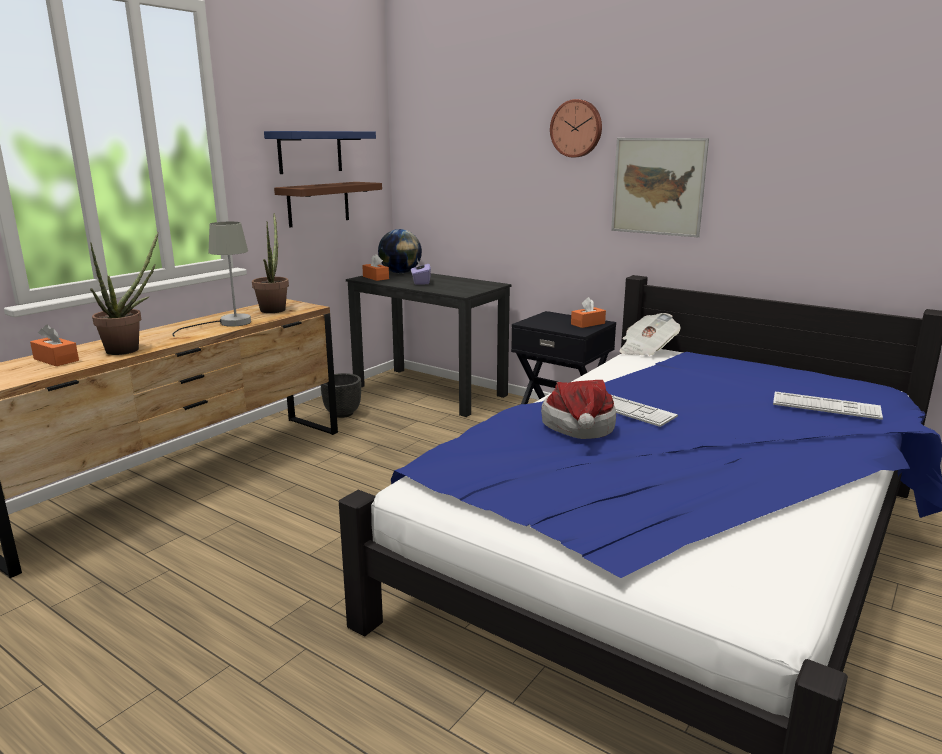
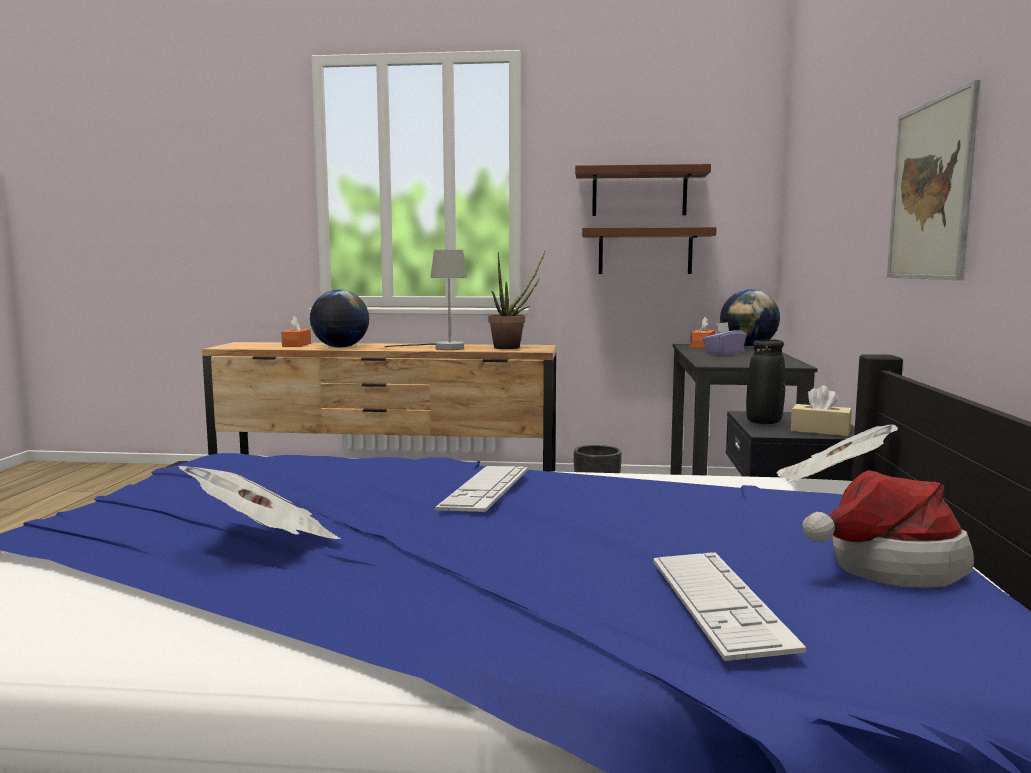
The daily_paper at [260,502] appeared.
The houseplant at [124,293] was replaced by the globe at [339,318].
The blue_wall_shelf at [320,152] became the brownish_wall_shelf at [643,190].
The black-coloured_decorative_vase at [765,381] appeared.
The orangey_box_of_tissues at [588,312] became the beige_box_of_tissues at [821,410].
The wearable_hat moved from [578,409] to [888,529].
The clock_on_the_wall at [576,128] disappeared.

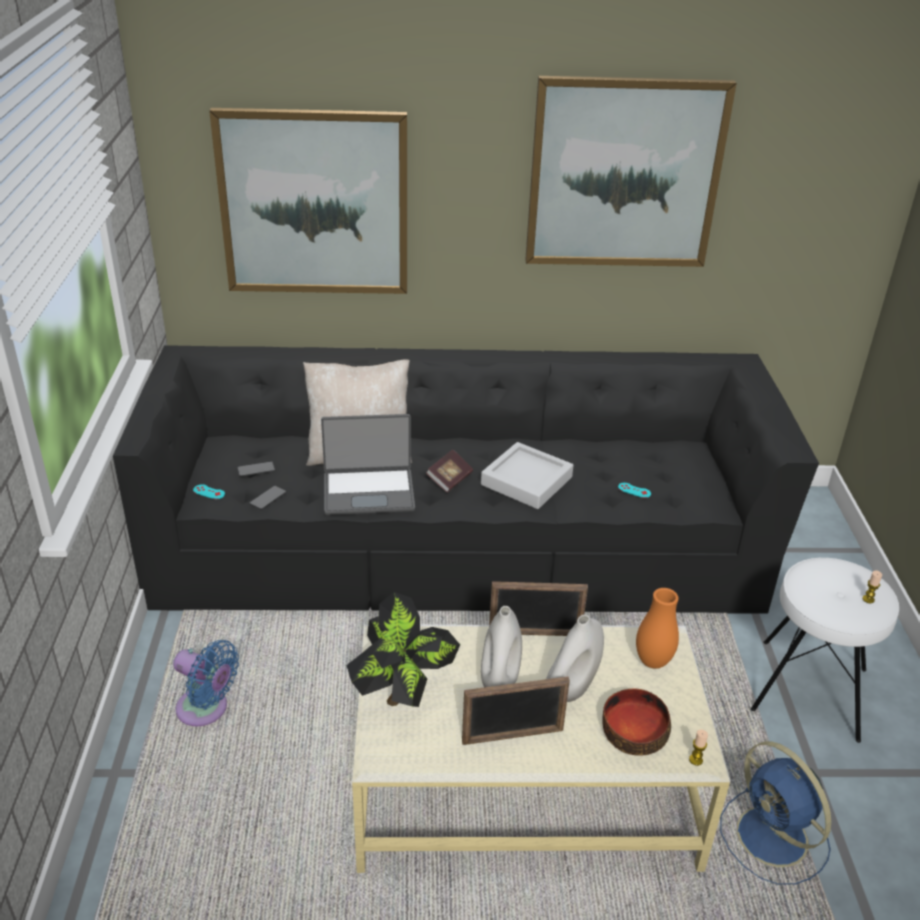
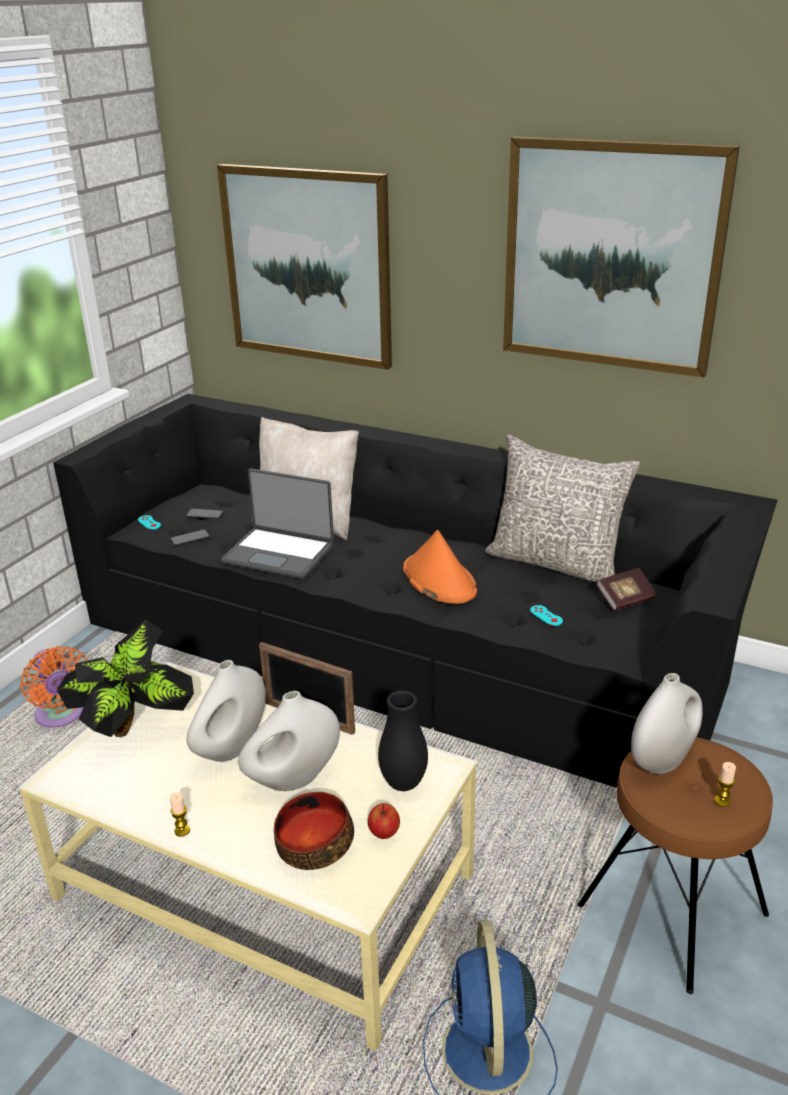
The blue_fan at [206,683] became the orangey_fan at [54,687].
The wax_candle moved from [698,747] to [180,815].
The apple at [384,821] appeared.
The orangey_decorative_vase at [657,628] became the black-coloured_decorative_vase at [403,741].
The greyish_carrying_tray at [527,475] was replaced by the orangey_wearable_hat at [440,567].
The greyish_pillow at [562,508] appeared.
The white-coloured_sitting_stool at [825,650] became the brownish_sitting_stool at [675,865].
The book moved from [449,471] to [626,589].
The white-coloured_decorative_vase at [667,723] appeared.
The picture_frame at [516,710] disappeared.

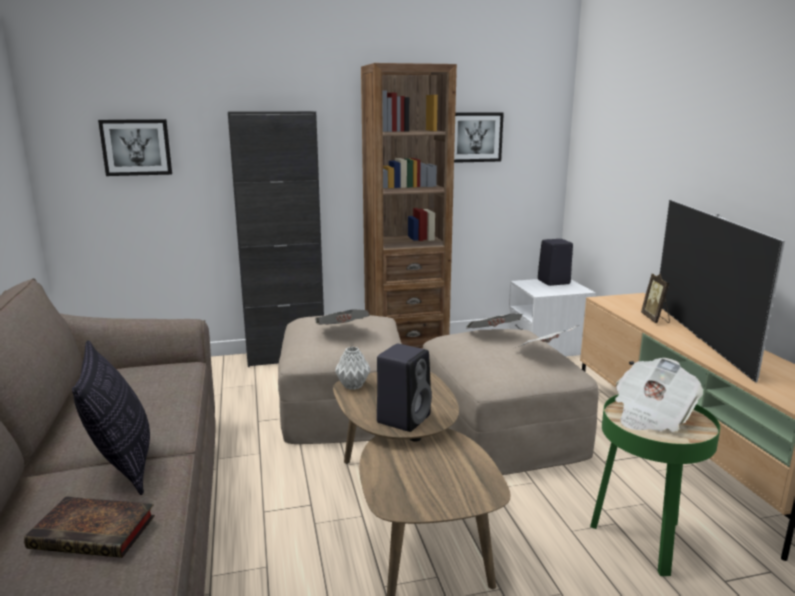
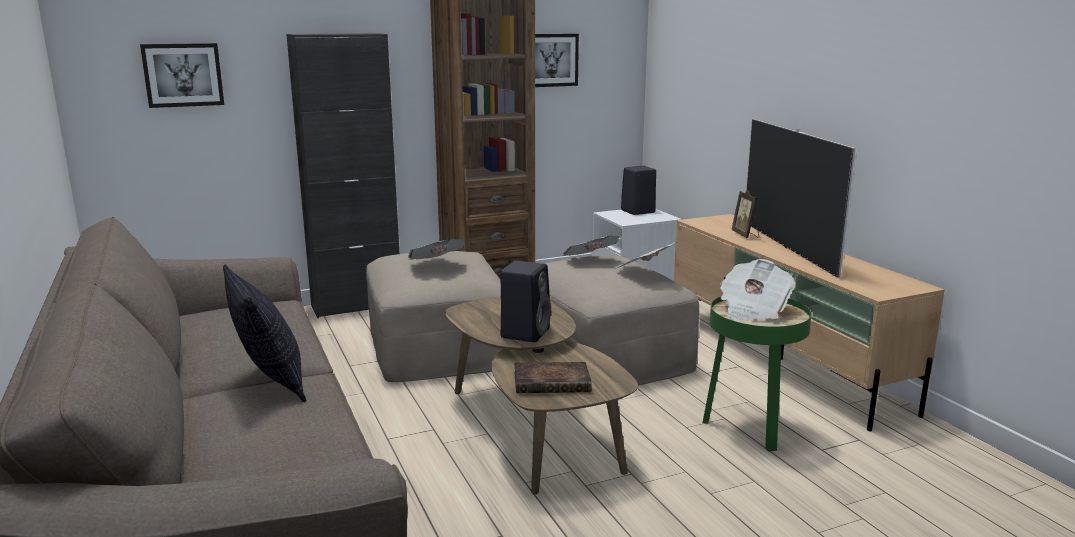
The book moved from [89,527] to [553,377].
The greyish_decorative_vase at [353,368] disappeared.

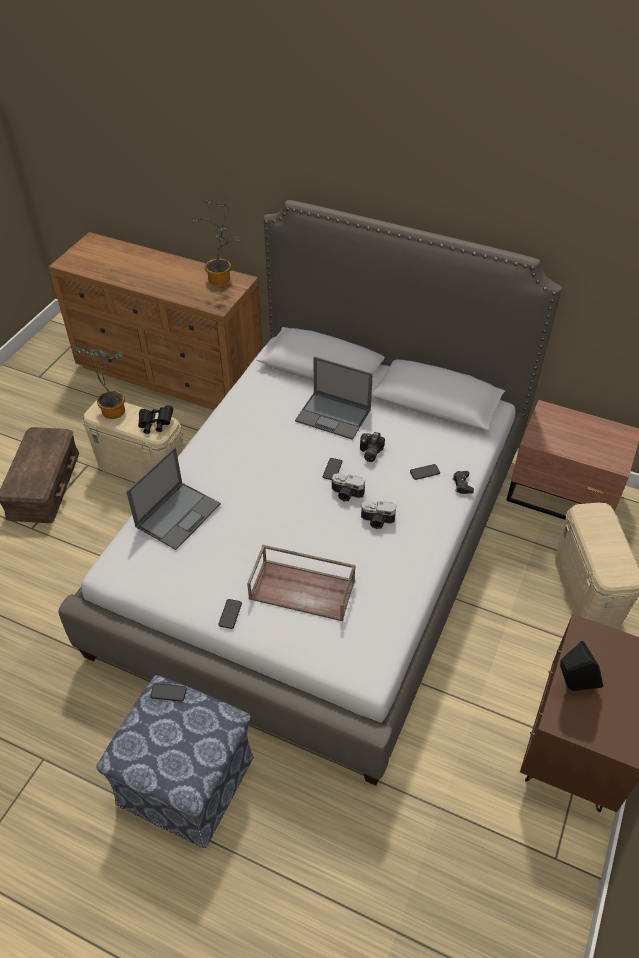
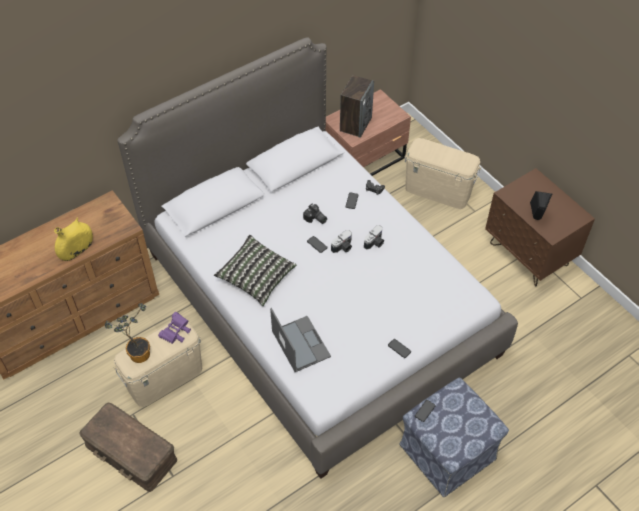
The yellowish_decorative_vase at [73,239] appeared.
The black-coloured_field_glasses at [155,419] became the purple-coloured_field_glasses at [174,328].
The pillow at [255,270] appeared.
The audio_speaker at [357,106] appeared.
The houseplant at [216,242] disappeared.
The brownish_carrying_tray at [301,583] disappeared.
The notebook_computer at [334,398] disappeared.

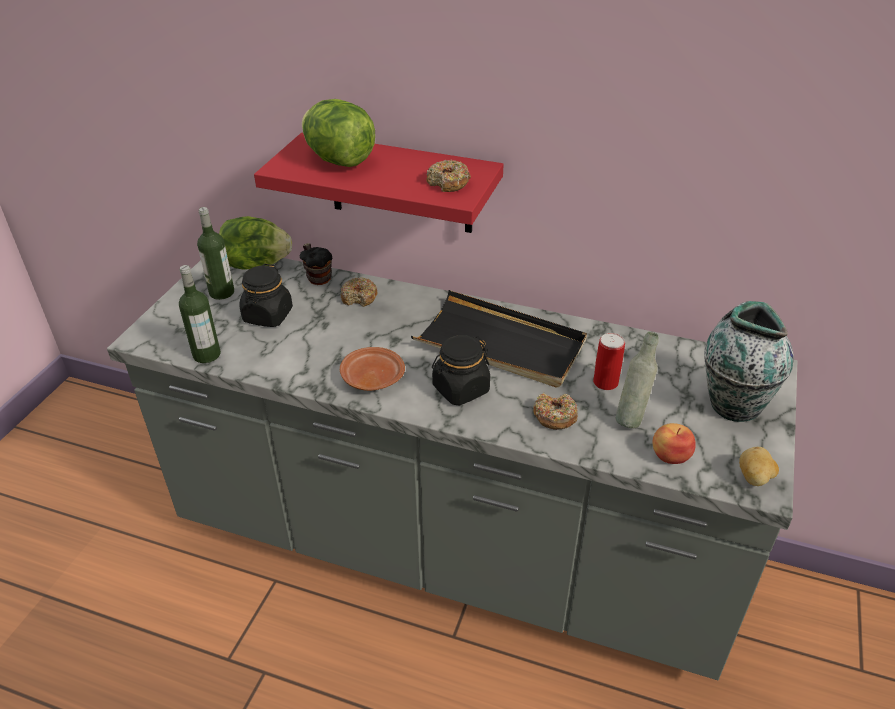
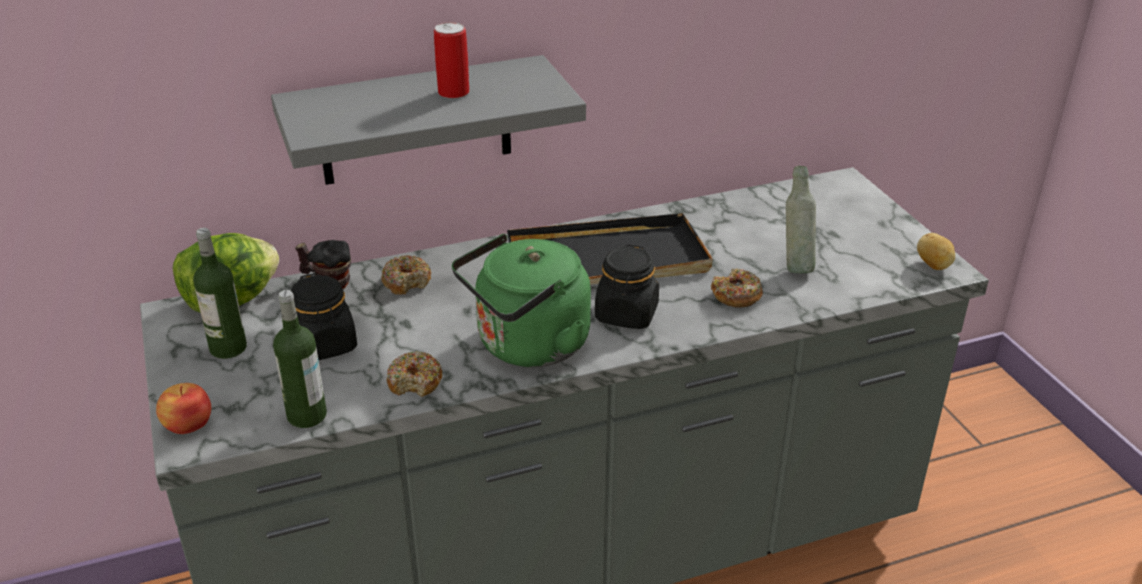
The apple moved from [674,443] to [183,408].
The reddish_wall_shelf at [379,183] became the greyish_wall_shelf at [428,120].
The doughnut moved from [448,176] to [414,374].
The sealed_can moved from [609,361] to [451,60].
The brownish_plate at [372,369] was replaced by the green-coloured_water_kettle at [521,300].
The lettuce at [338,133] disappeared.
The decorative_vase at [749,361] disappeared.

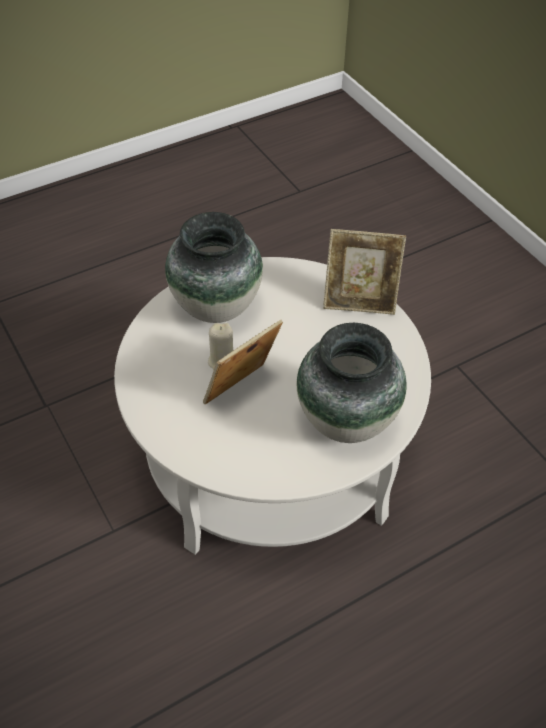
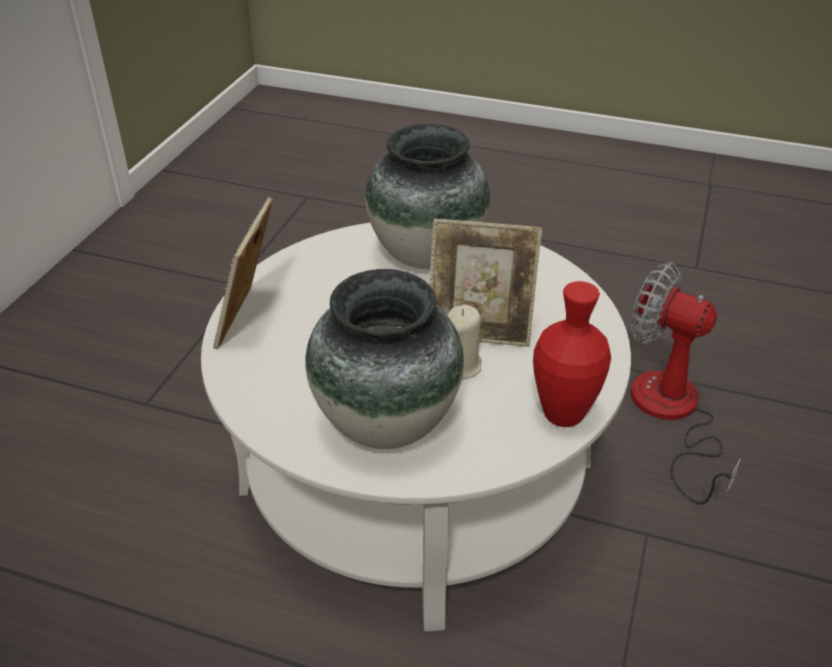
The picture_frame at [364,272] turned 135 degrees counterclockwise.
The reddish_decorative_vase at [572,354] appeared.
The fan at [686,383] appeared.

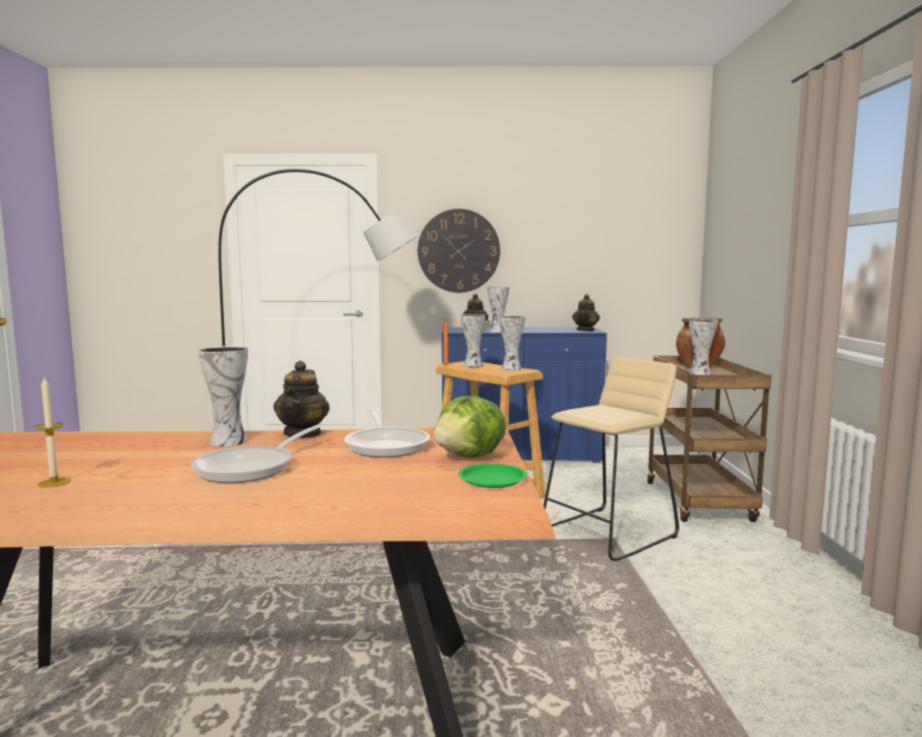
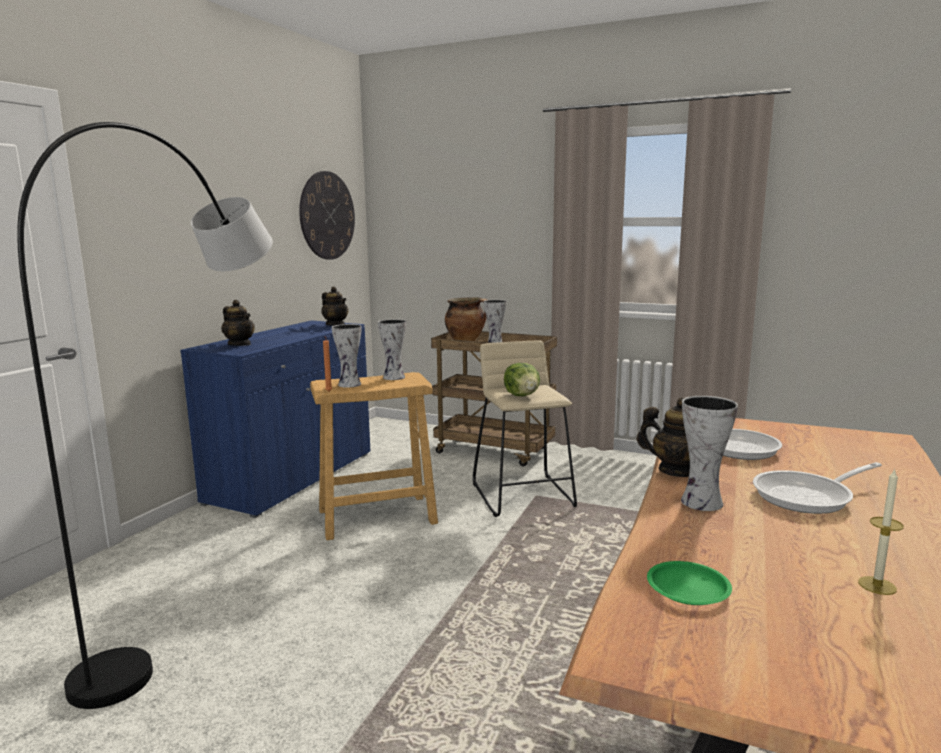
The clock_on_the_wall moved from [459,251] to [327,215].
The lettuce moved from [470,427] to [522,379].
The green-coloured_plate moved from [492,476] to [689,583].
The skillet at [255,454] turned 105 degrees clockwise.
The decorative_vase at [498,310] disappeared.

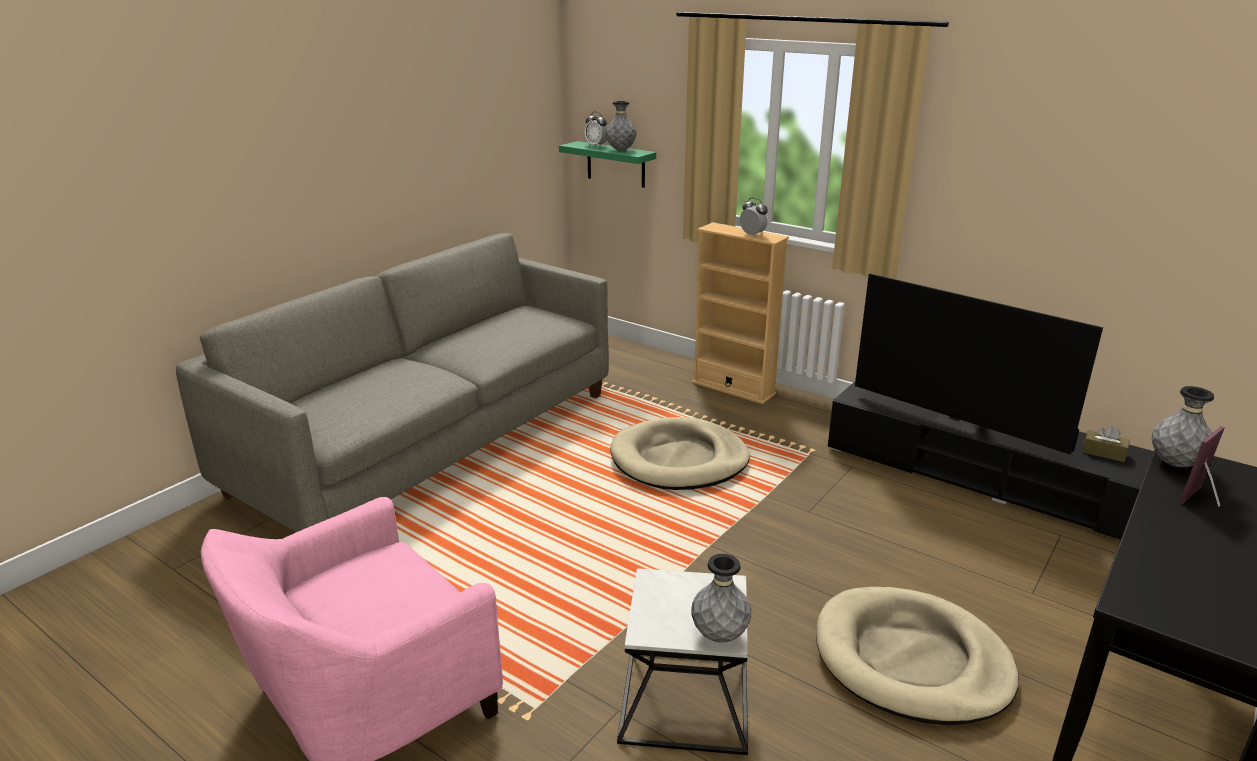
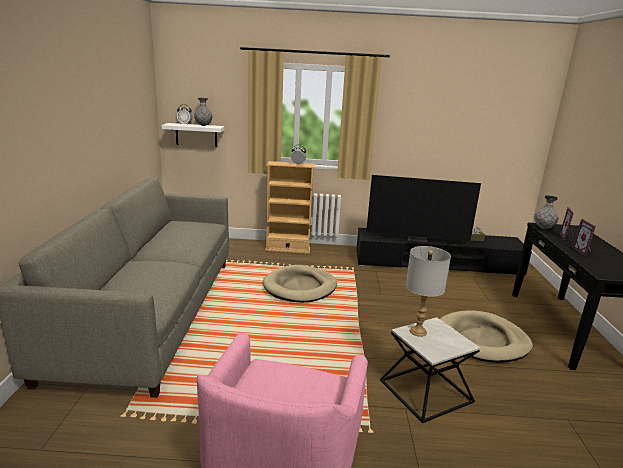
The green-coloured_wall_shelf at [607,164] became the white-coloured_wall_shelf at [193,135].
The greyish_table_lamp at [428,291] appeared.
The picture_frame at [584,237] appeared.
The greyish_decorative_vase at [721,598] disappeared.

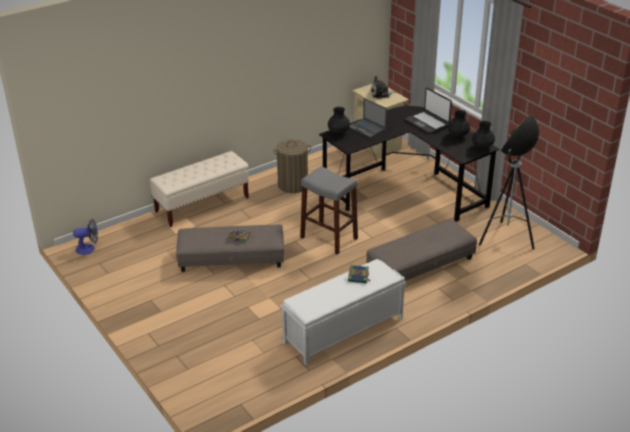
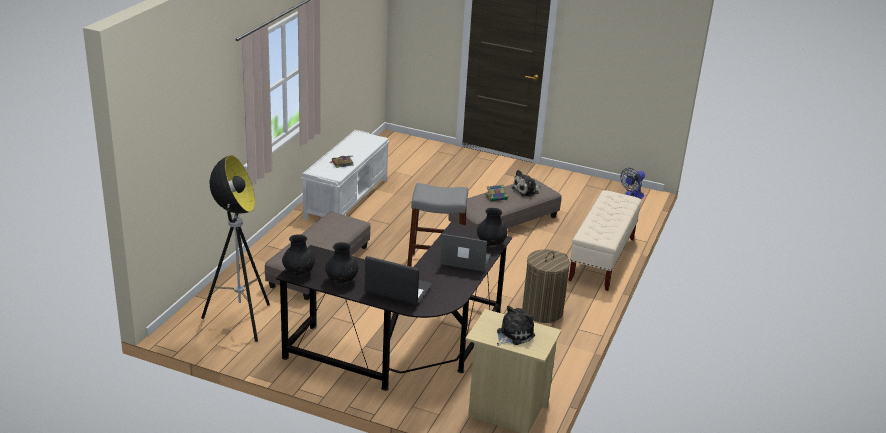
The soft_toy at [526,183] appeared.

